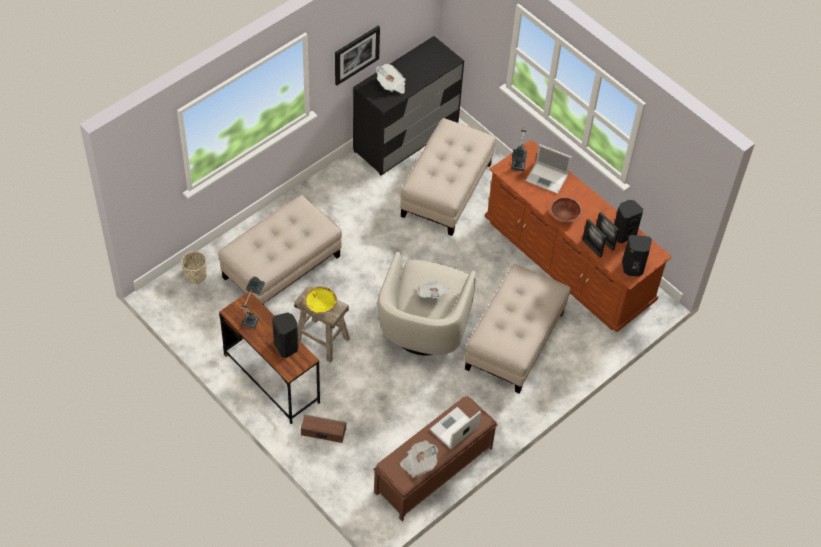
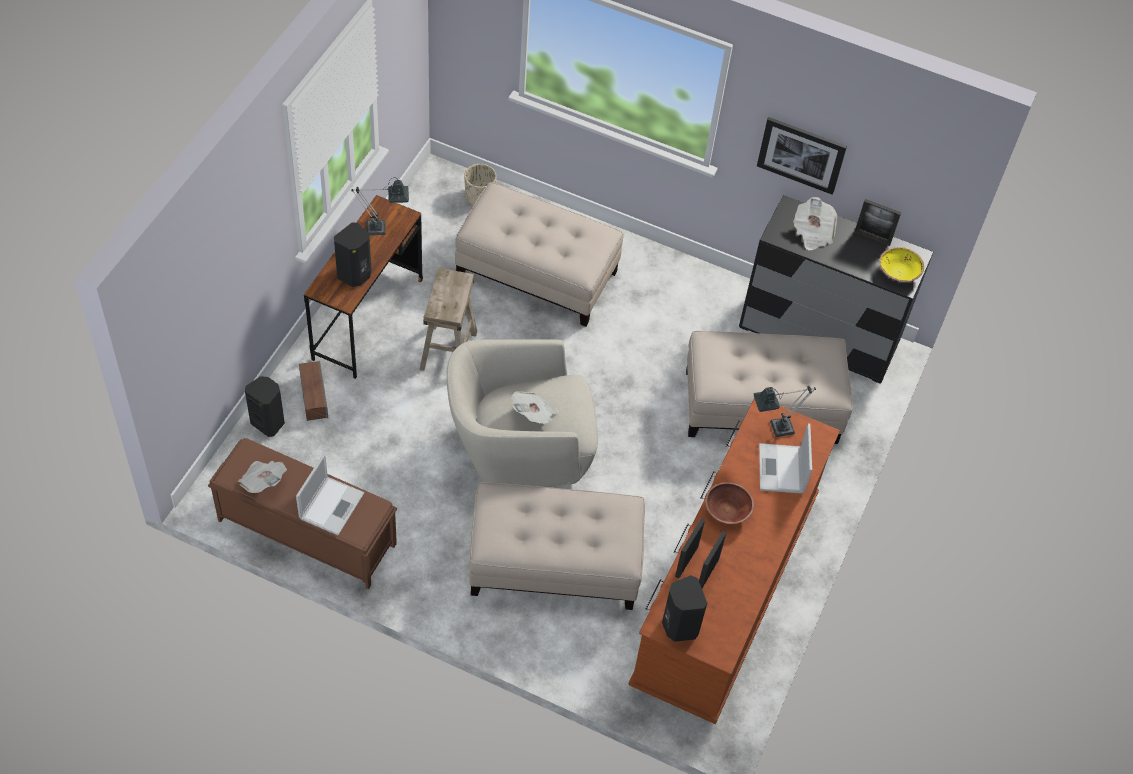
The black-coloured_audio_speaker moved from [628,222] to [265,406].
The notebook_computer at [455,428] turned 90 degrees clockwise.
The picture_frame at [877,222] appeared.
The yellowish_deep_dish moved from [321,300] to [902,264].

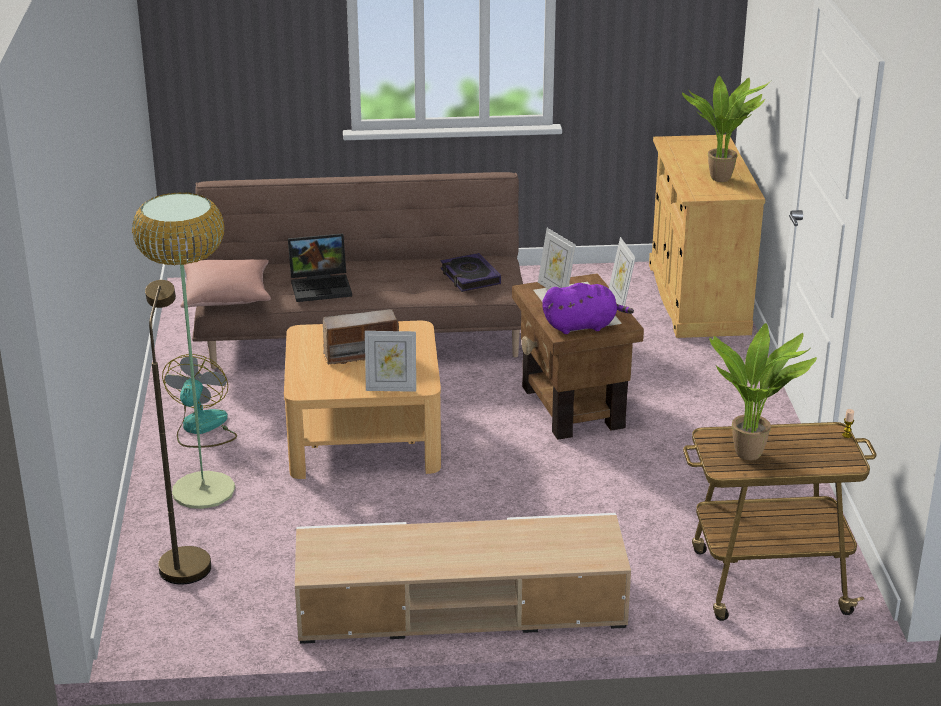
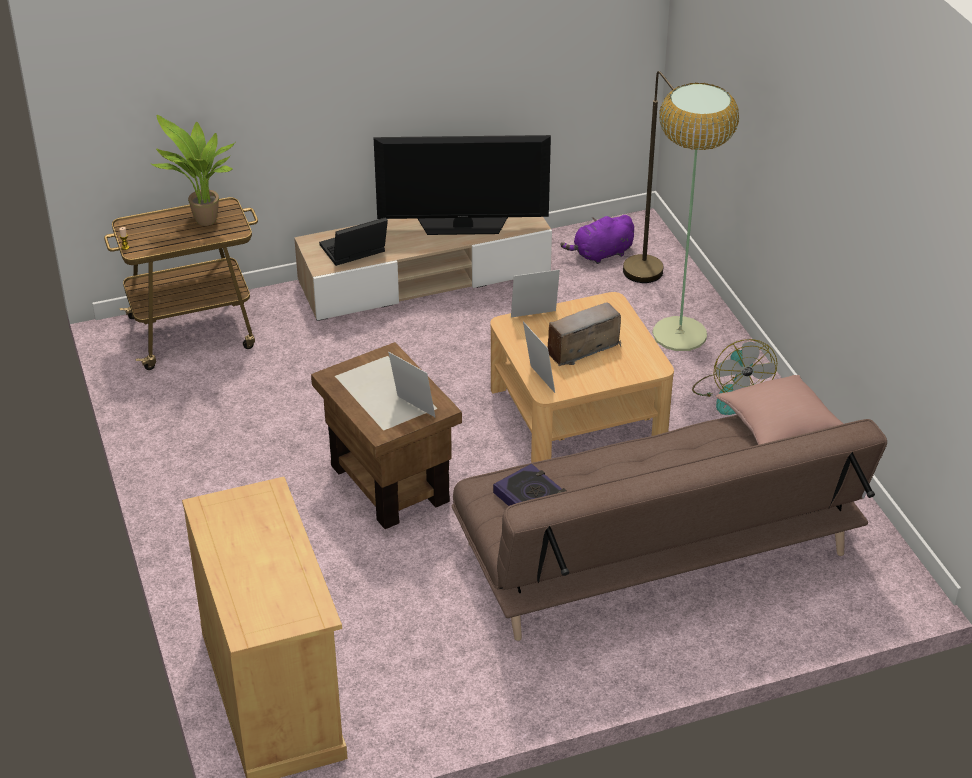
The notebook_computer moved from [320,267] to [353,241].
The TV at [462,185] appeared.
The picture_frame moved from [622,271] to [539,357].
The purple-coloured_soft_toy moved from [588,308] to [597,239].
The houseplant at [726,129] disappeared.

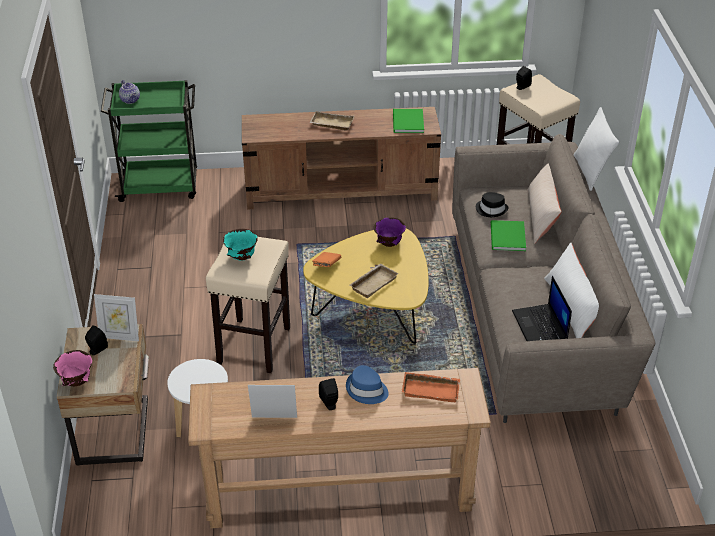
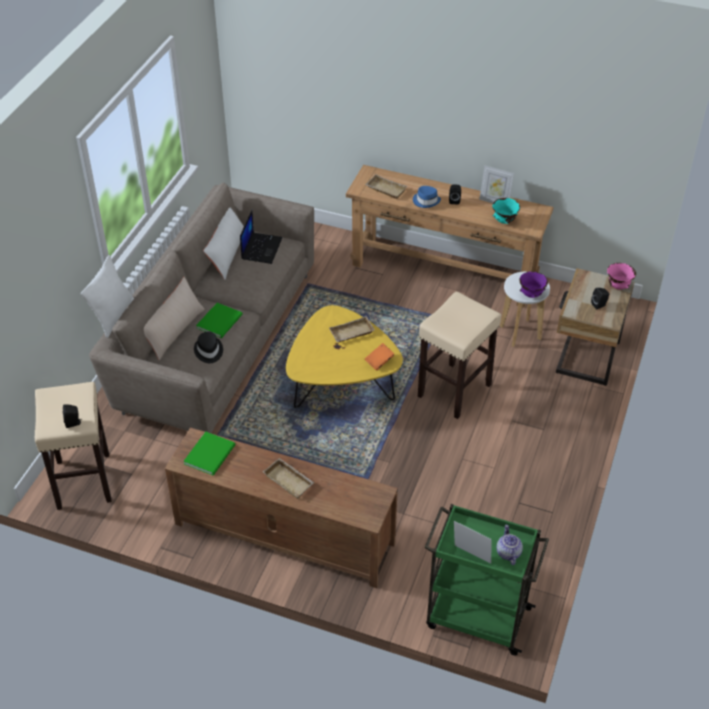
The orangey_carrying_tray at [431,387] became the beige_carrying_tray at [386,186].
The picture_frame moved from [116,317] to [473,542].
The turquoise_deep_dish moved from [240,245] to [506,211].
The purple-coloured_deep_dish moved from [390,232] to [534,284].

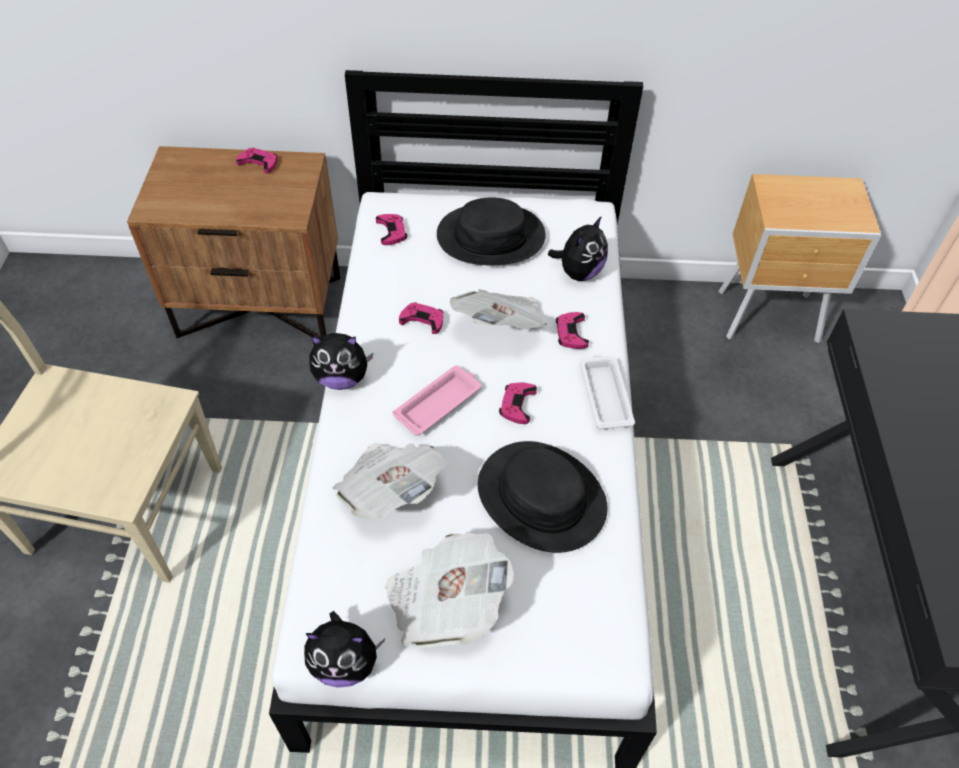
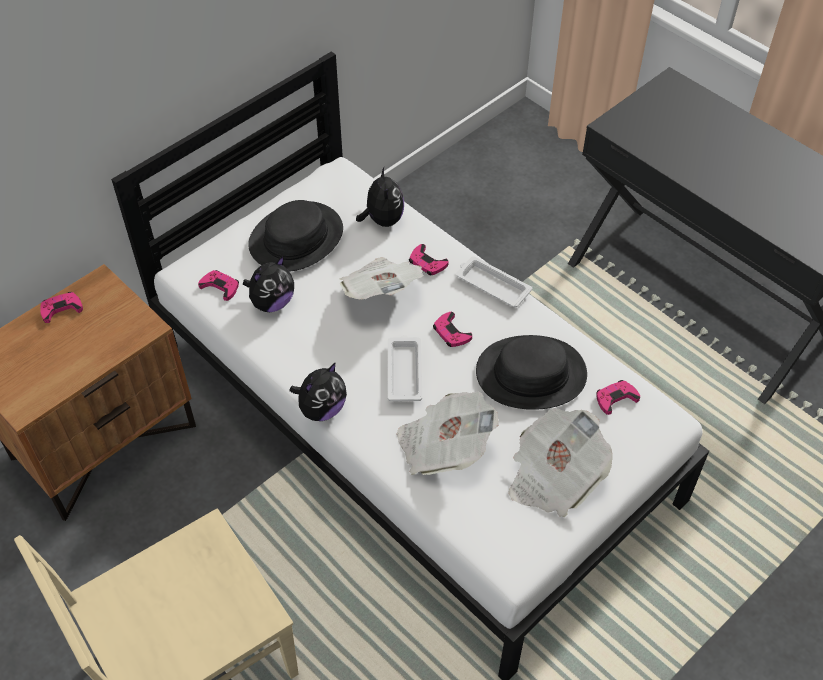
The soft_toy moved from [344,649] to [268,284].
The pinkish_carrying_tray at [436,400] became the white-coloured_carrying_tray at [405,368].
The pinkish_game_controller moved from [421,318] to [618,397].
The brownish_nightstand at [800,258] disappeared.

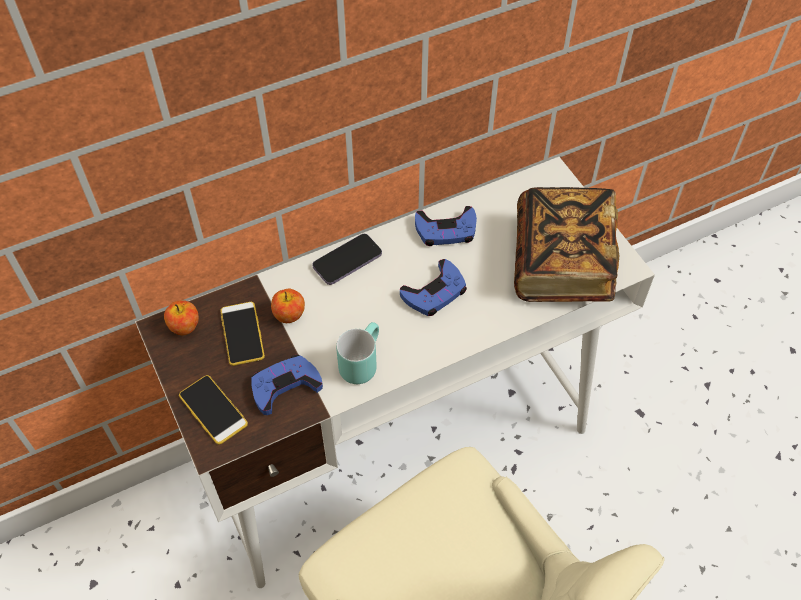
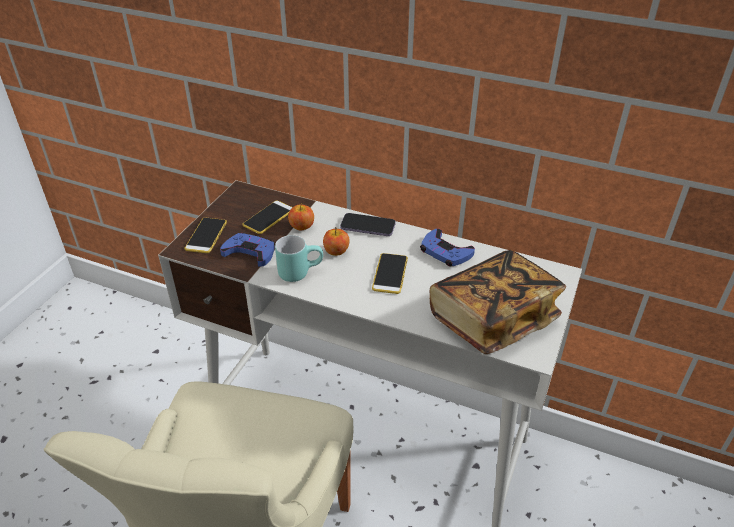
The apple moved from [181,317] to [336,241].
The blue_game_controller at [433,287] was replaced by the phone at [390,273].

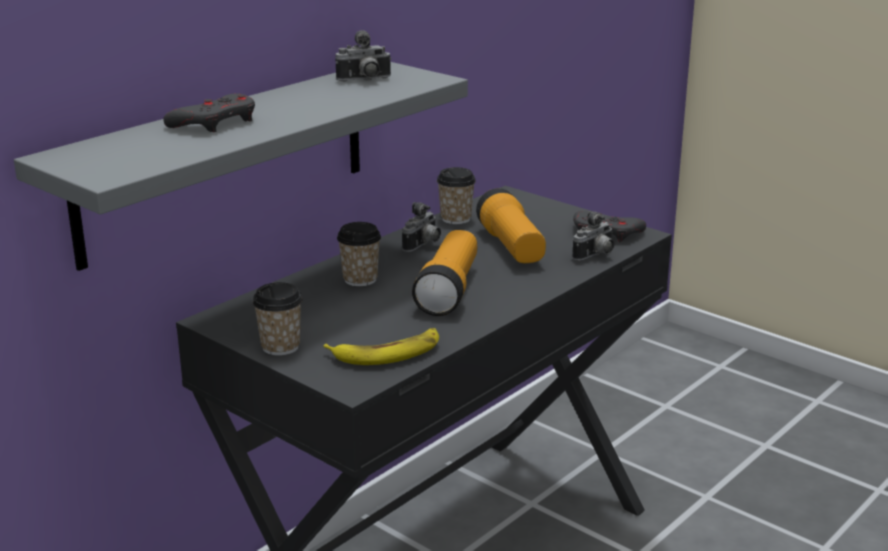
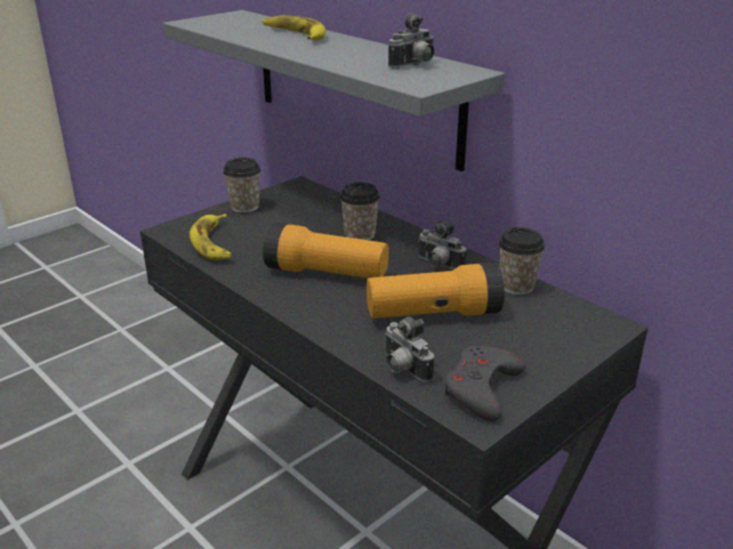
The greyish_game_controller at [209,112] was replaced by the banana_fruit at [294,27].
The photo_camera at [363,55] turned 120 degrees counterclockwise.

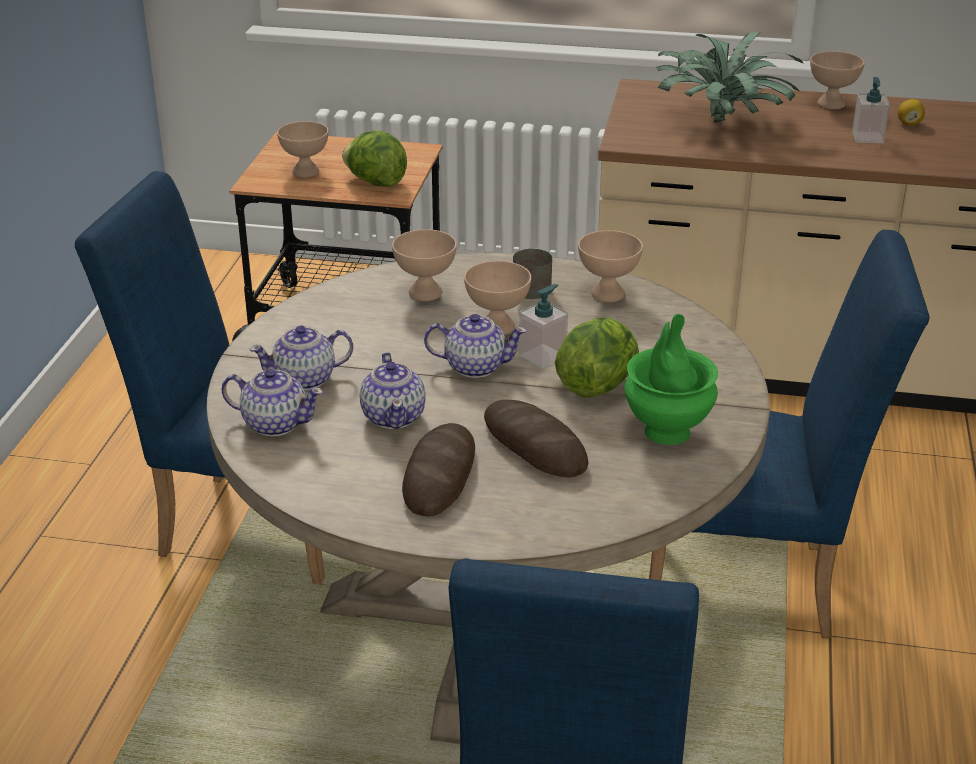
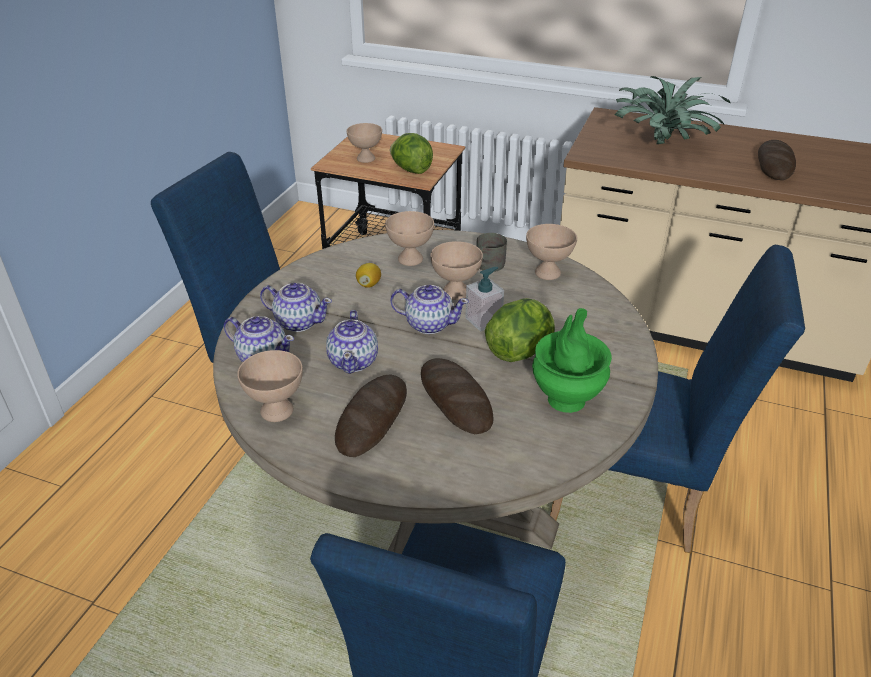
The beige_deep_dish moved from [837,80] to [270,386].
The tea_pot at [301,358] turned 150 degrees counterclockwise.
The lemon moved from [911,112] to [368,275].
The soap_dispenser at [871,110] was replaced by the baked_bread at [777,160].

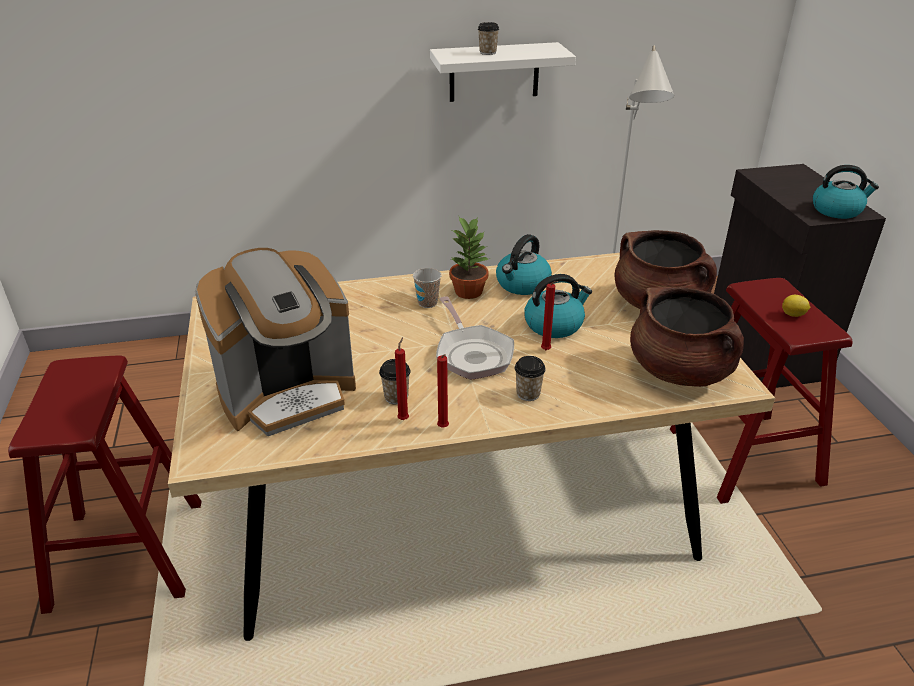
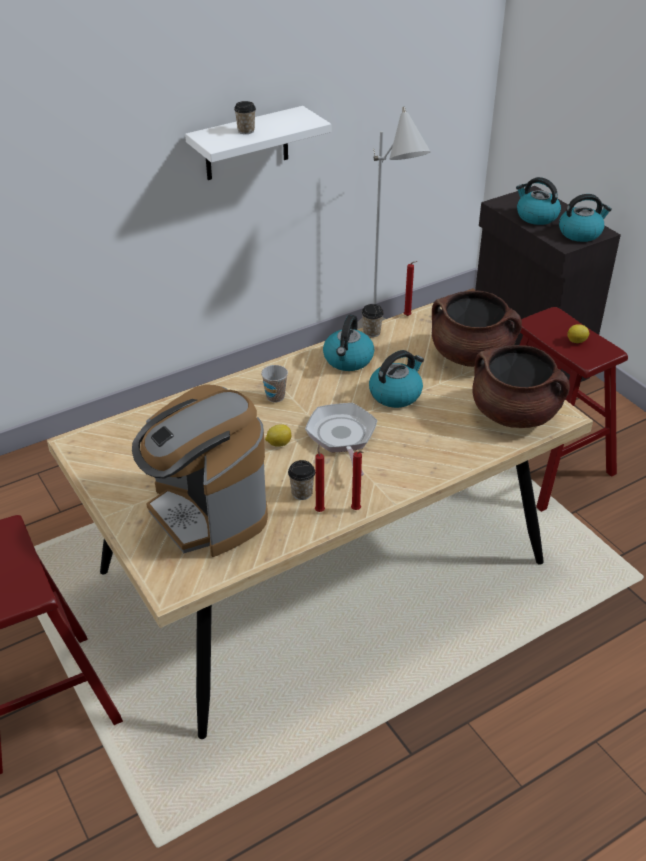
The coffee_machine at [275,342] turned 105 degrees clockwise.
The lemon at [278,435] appeared.
The skillet at [475,338] turned 150 degrees counterclockwise.
The cup moved from [530,378] to [372,320].
The reddish_wax_candle moved from [549,315] to [410,288].
The water_kettle at [538,201] appeared.
The houseplant at [468,258] disappeared.

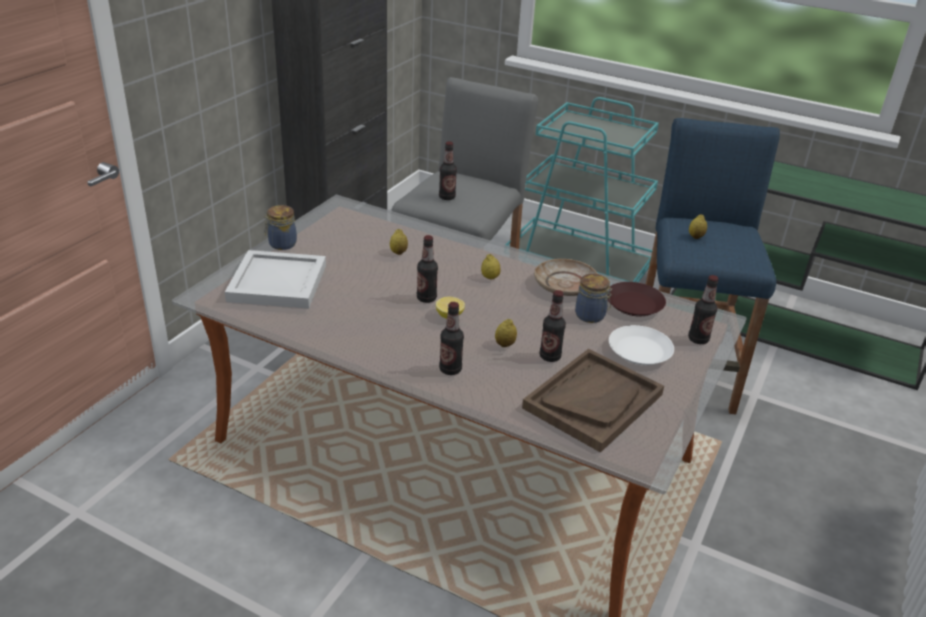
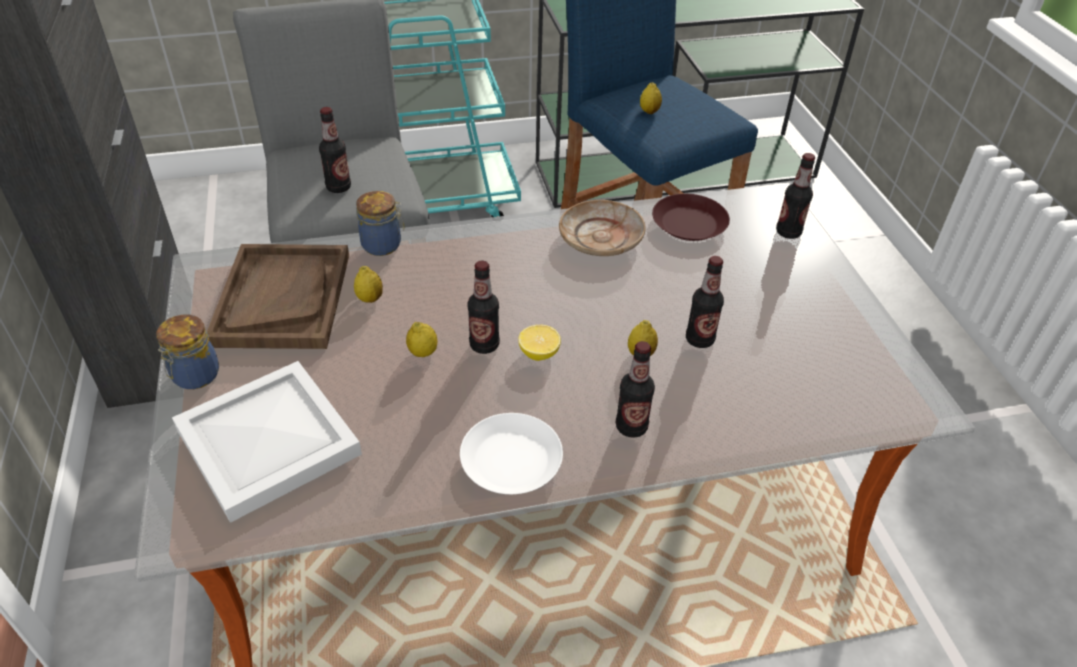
The brownish_carrying_tray moved from [593,401] to [278,296].
The jar moved from [593,298] to [380,223].
The lemon moved from [490,266] to [421,339].
The white-coloured_plate moved from [641,345] to [511,453].

